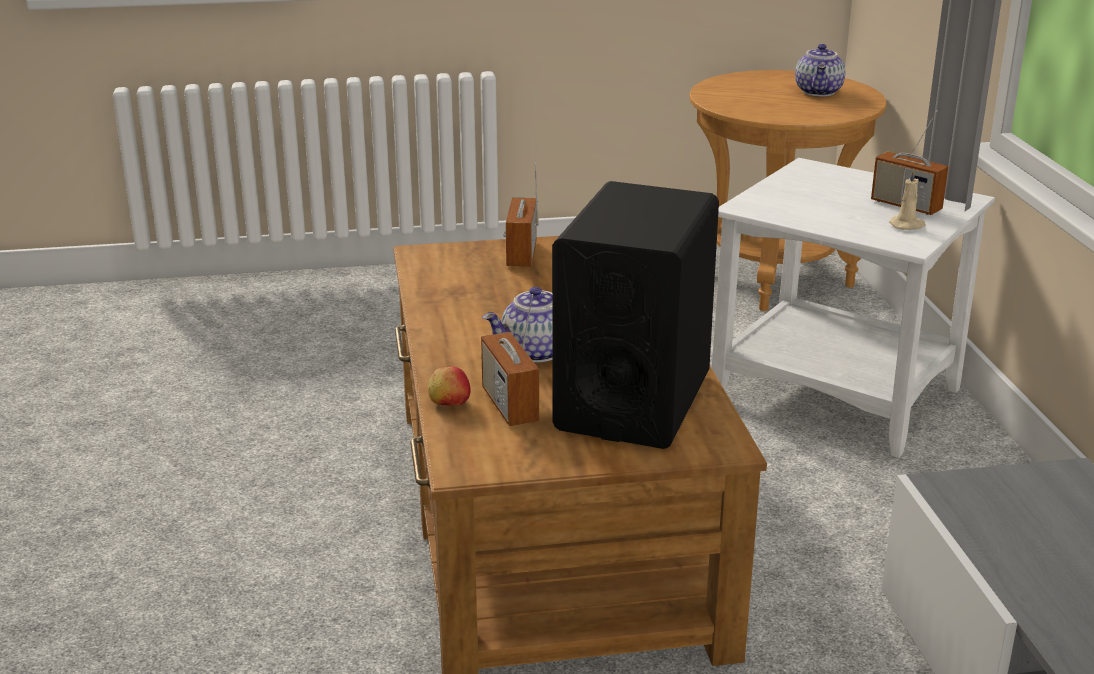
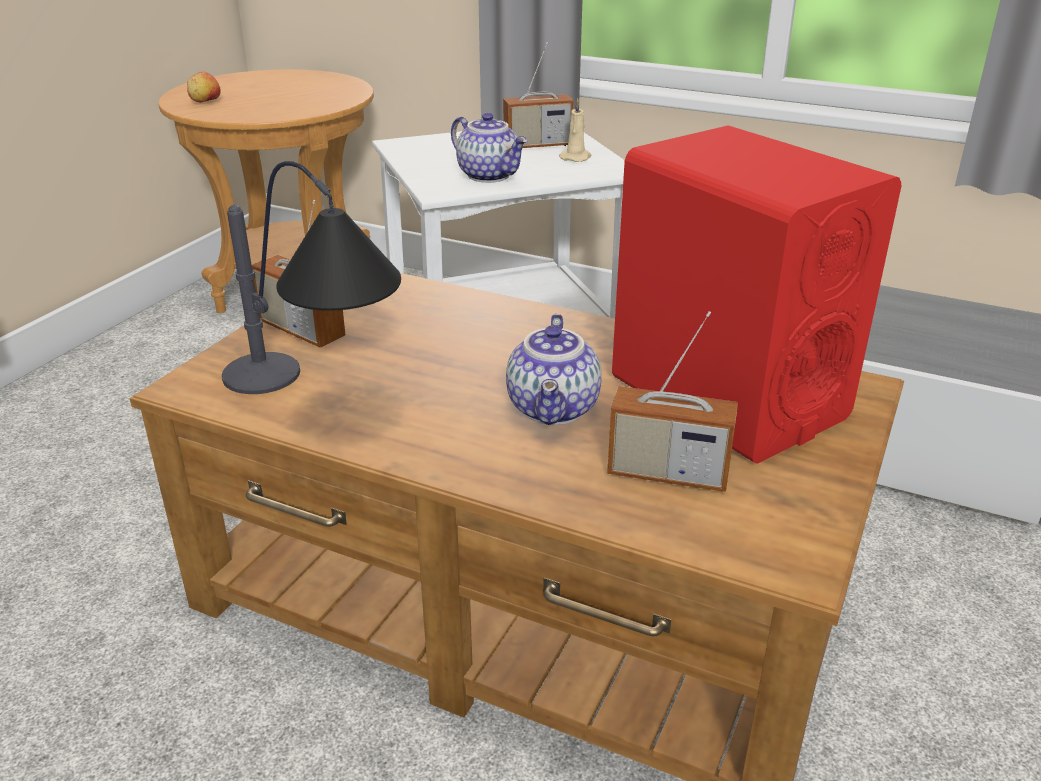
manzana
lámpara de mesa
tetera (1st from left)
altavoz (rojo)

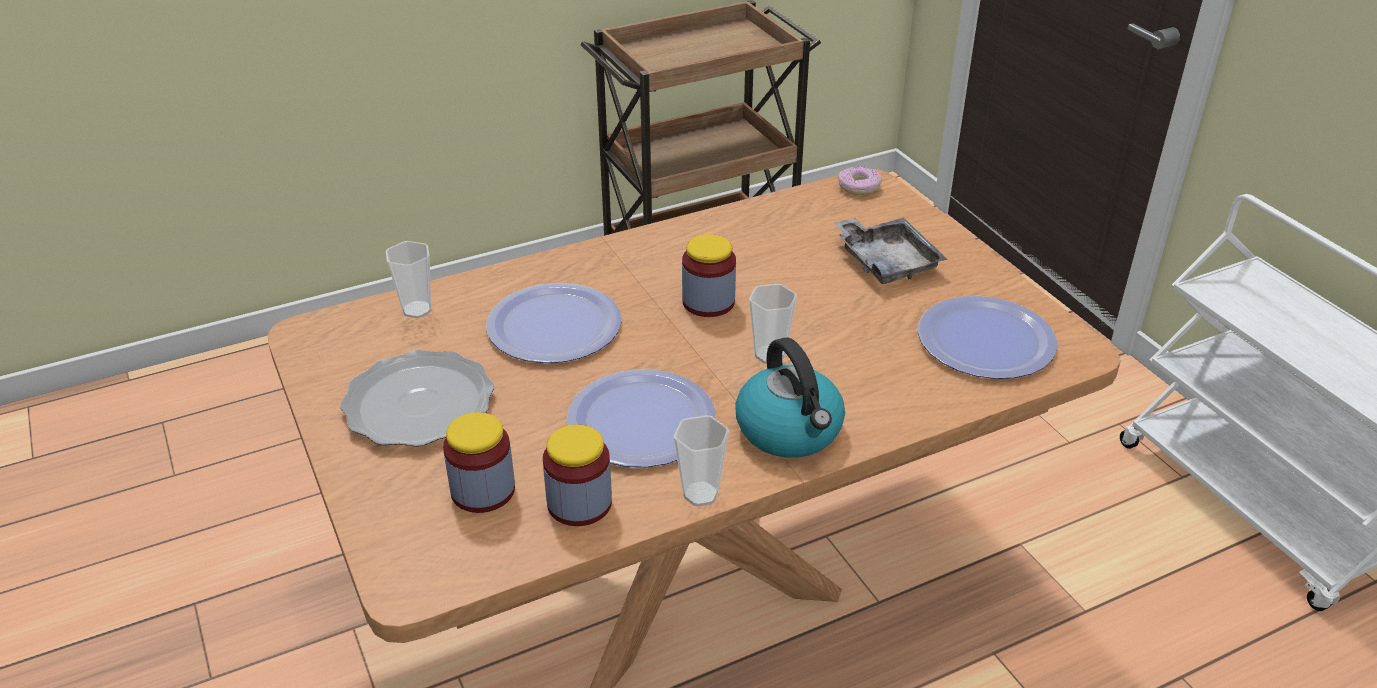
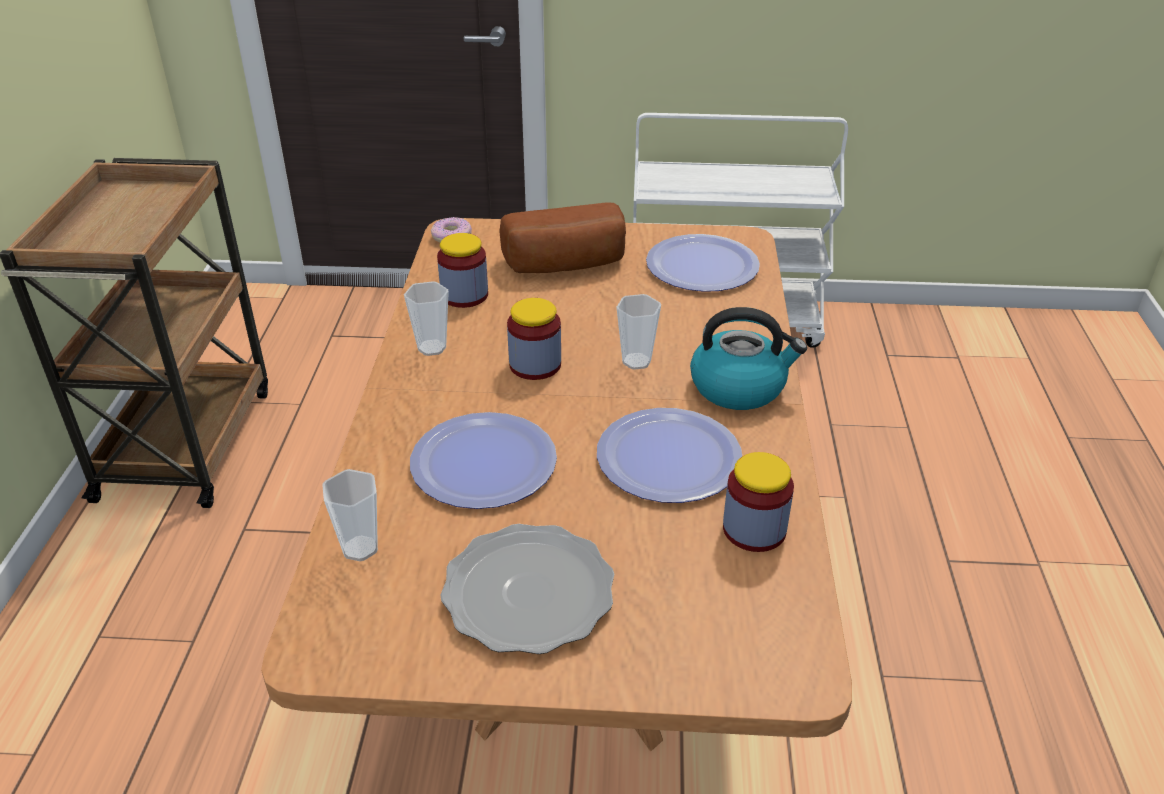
taza (2nd from left)
tarro (1st from left)
pan

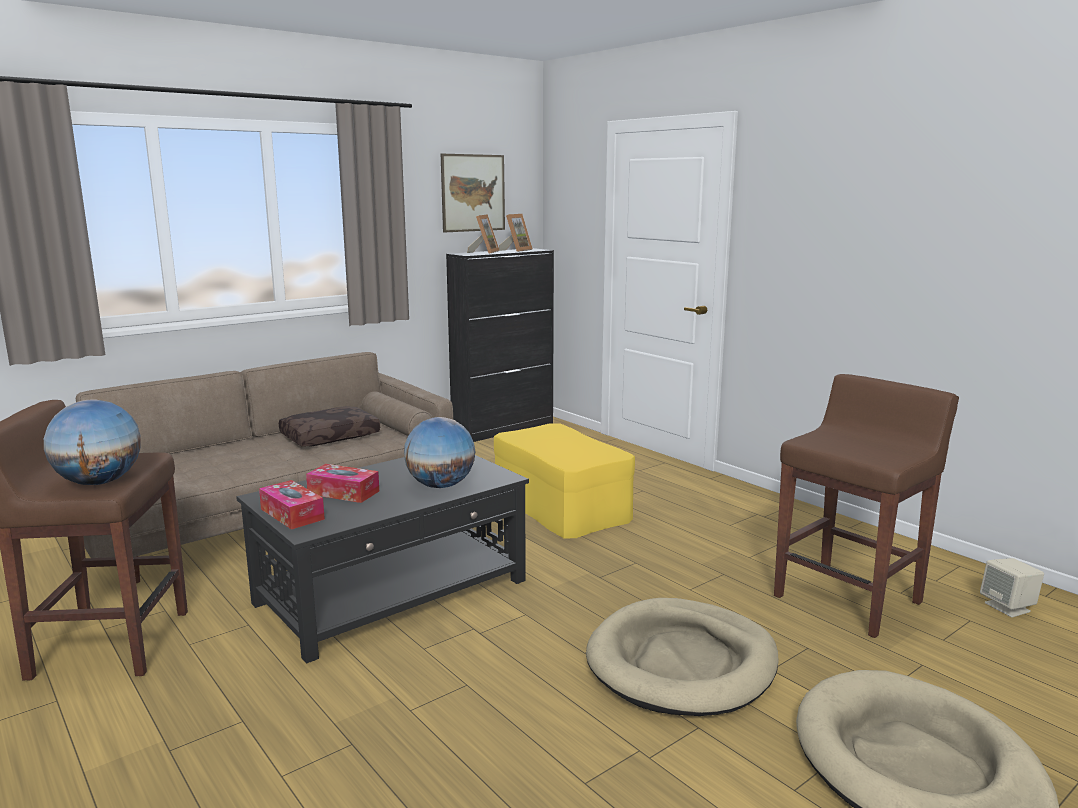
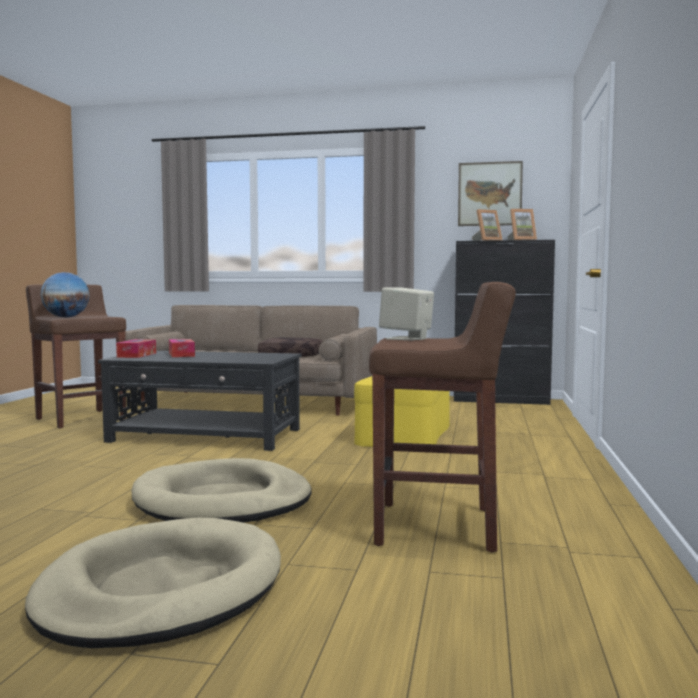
altavoz (beis)
globo terráqueo (2nd from left in the first image)

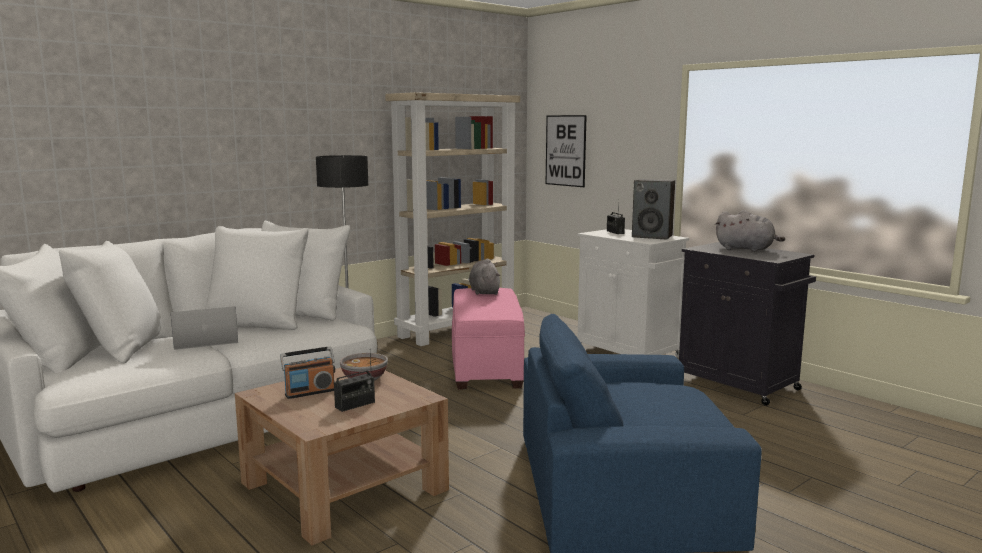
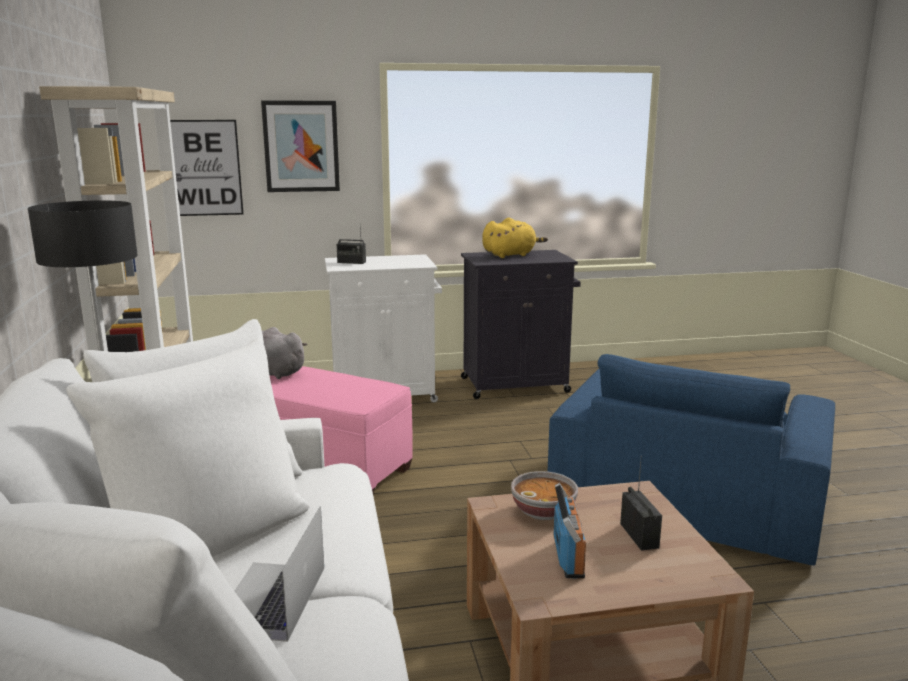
cuadro (2nd from left)
peluche (amarillo)
altavoz

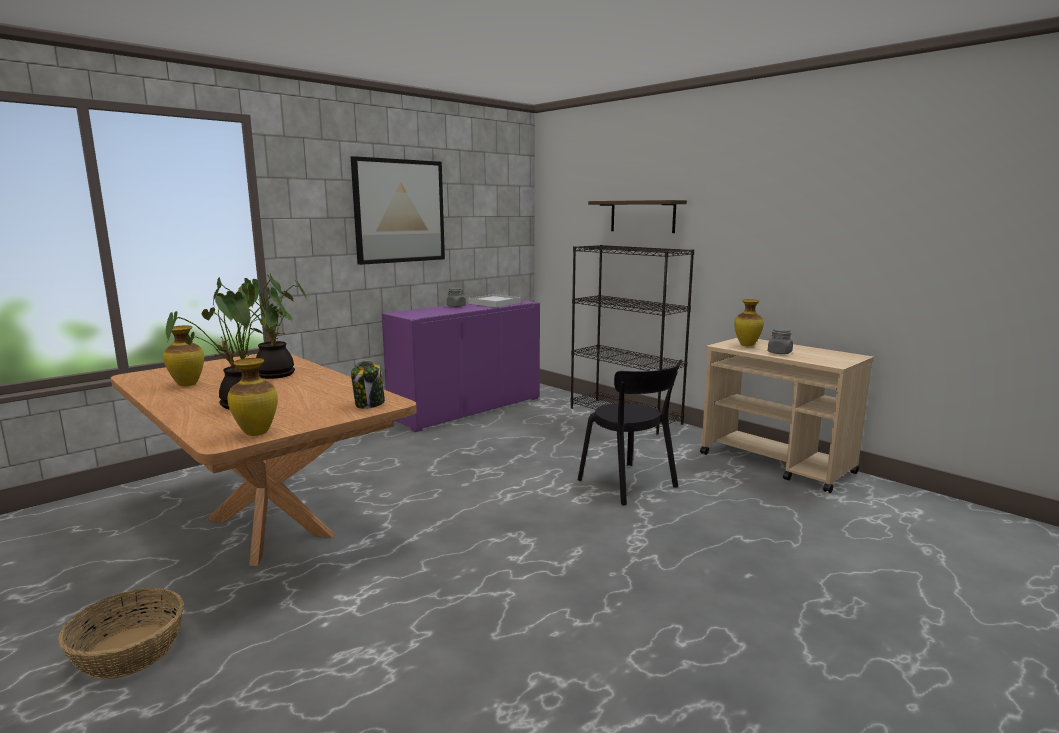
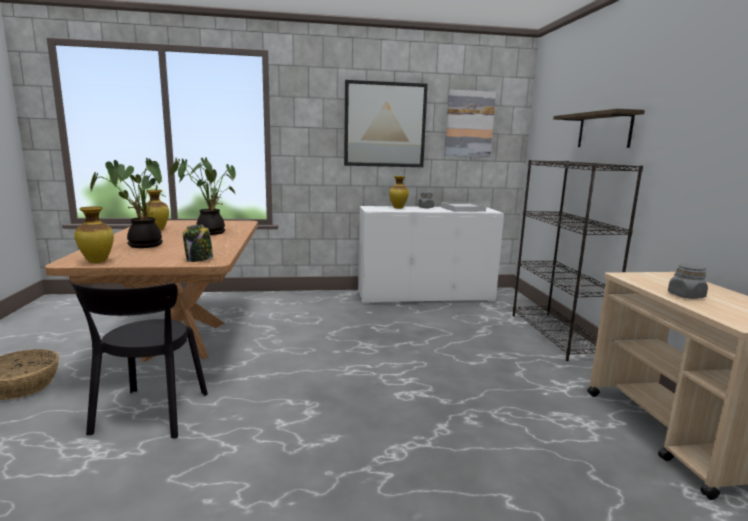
silla (negro)
armario (blanco)
florero (3rd from left)
cuadro (2nd from left)

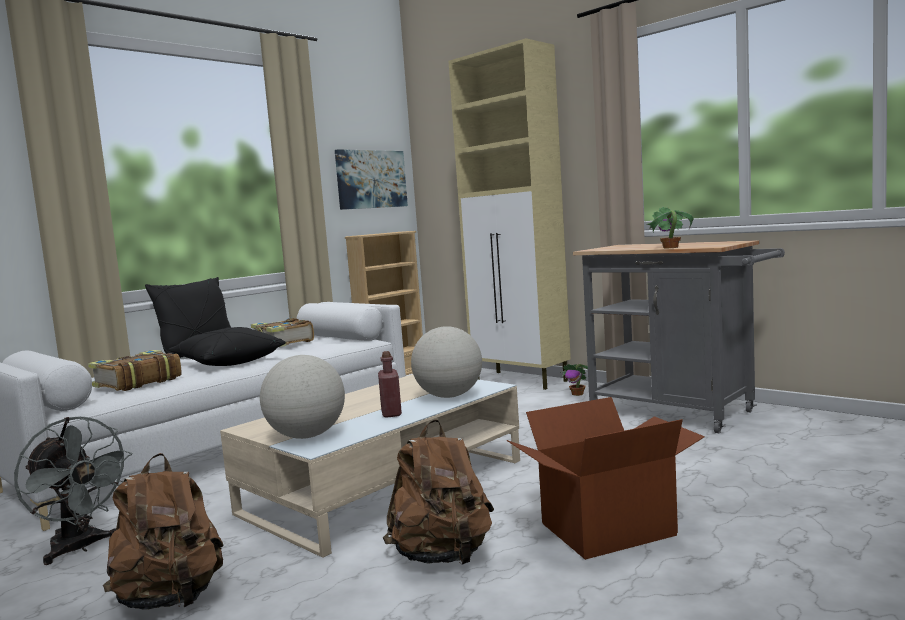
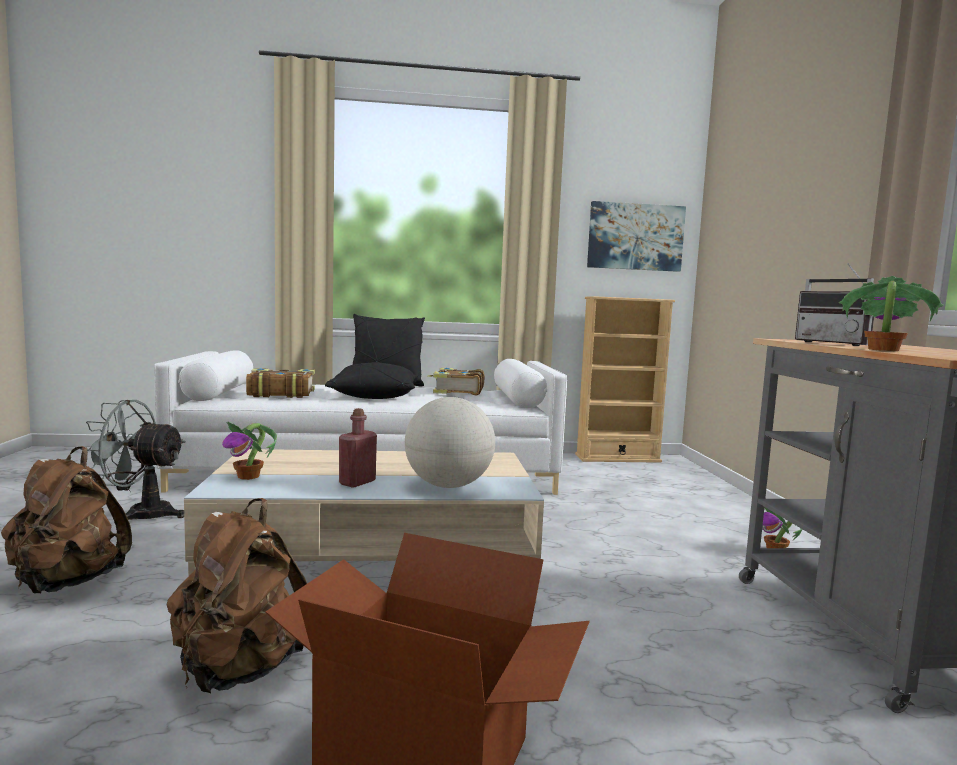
ventilador (gris)
planta en maceta (1st from left)
radio
armario (beis)

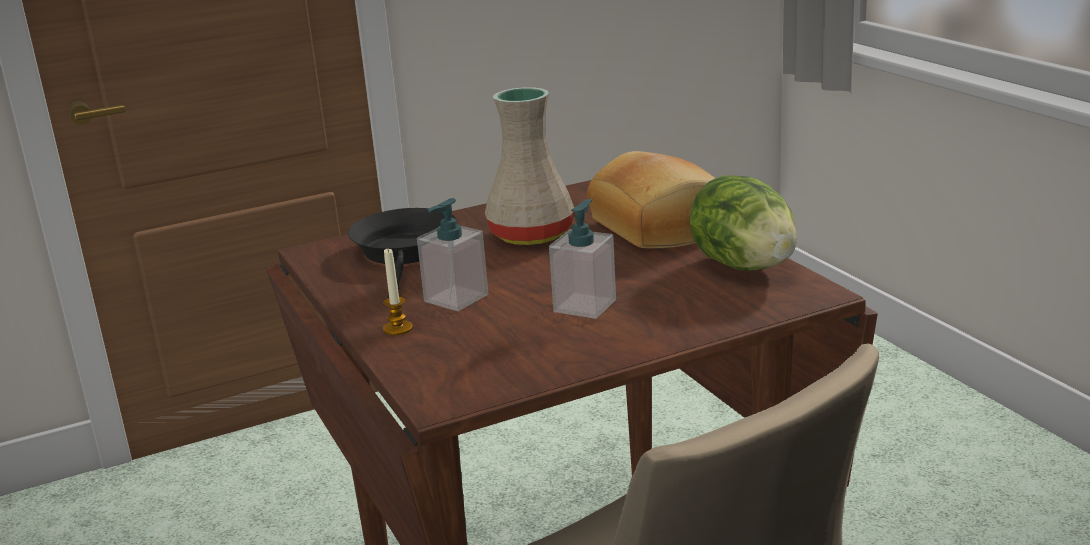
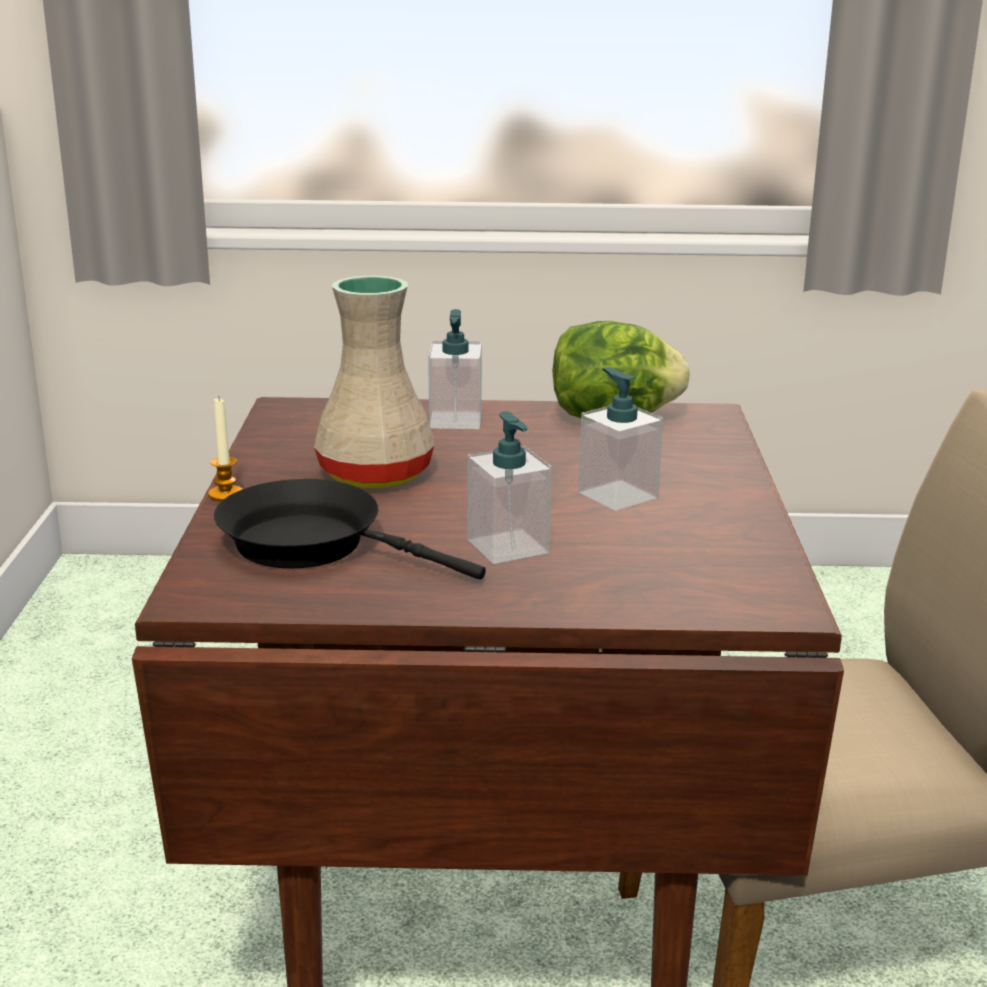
vela
dispensador de jabón (1st from left)

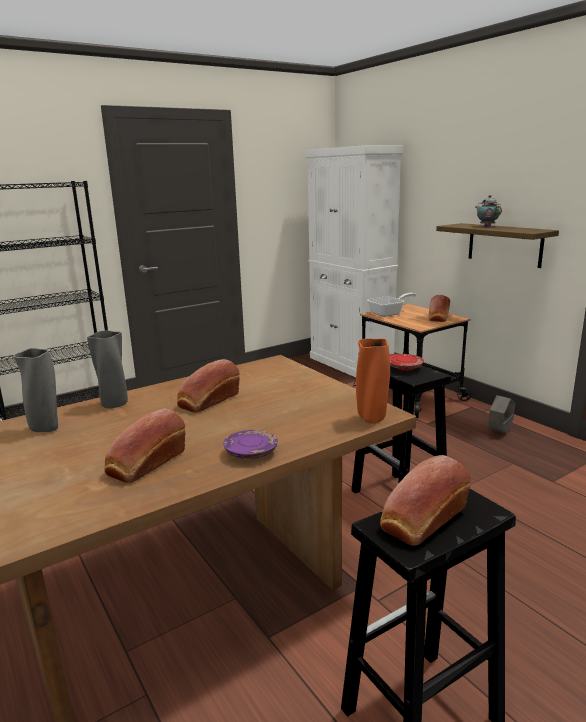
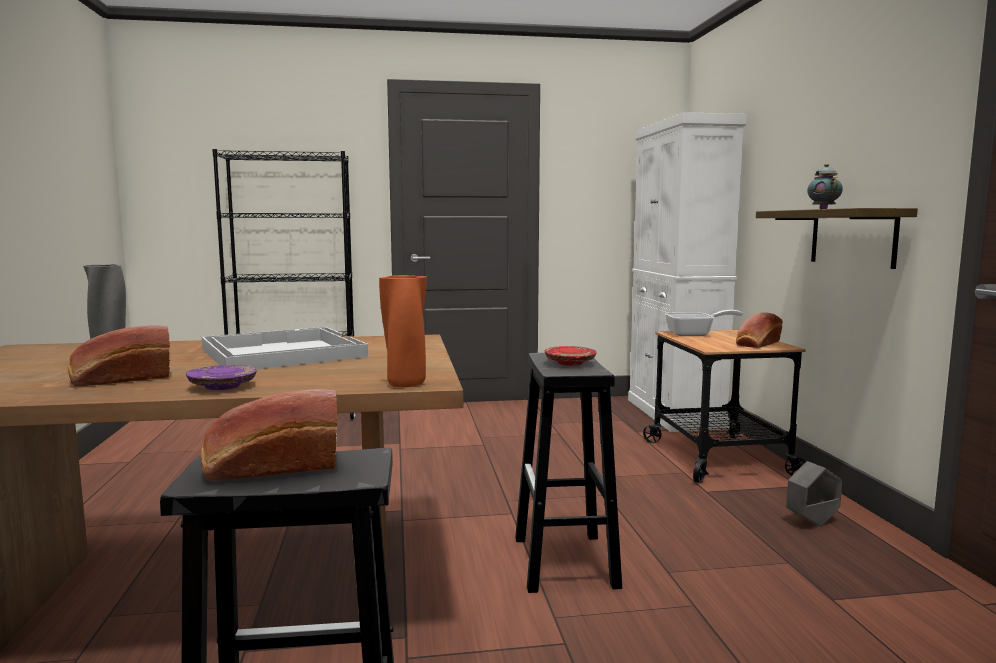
bandeja (blanco)
florero (gris) (2nd from left in the first image)

